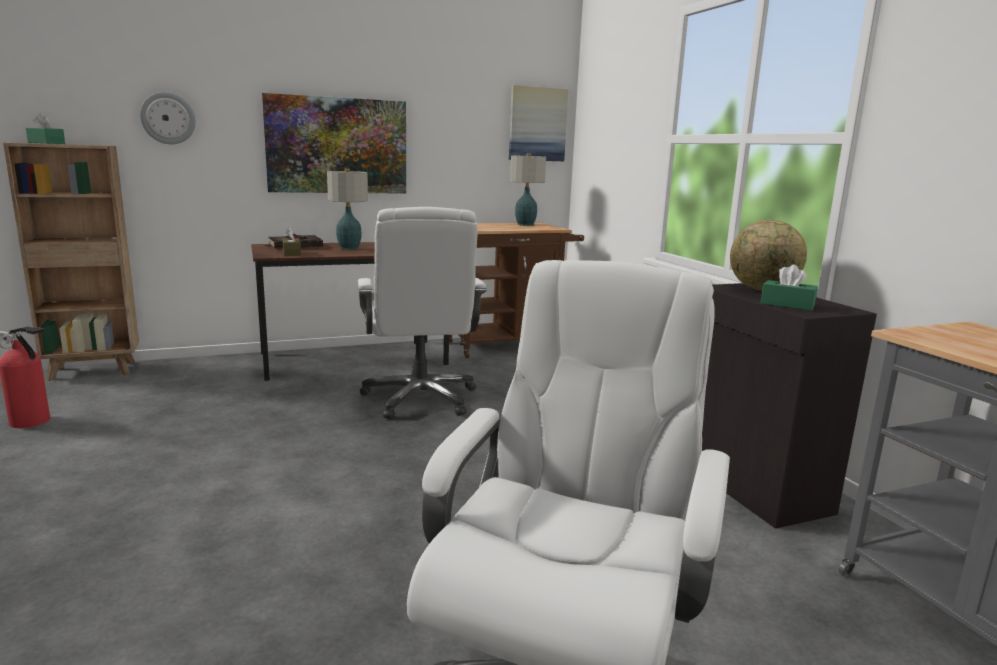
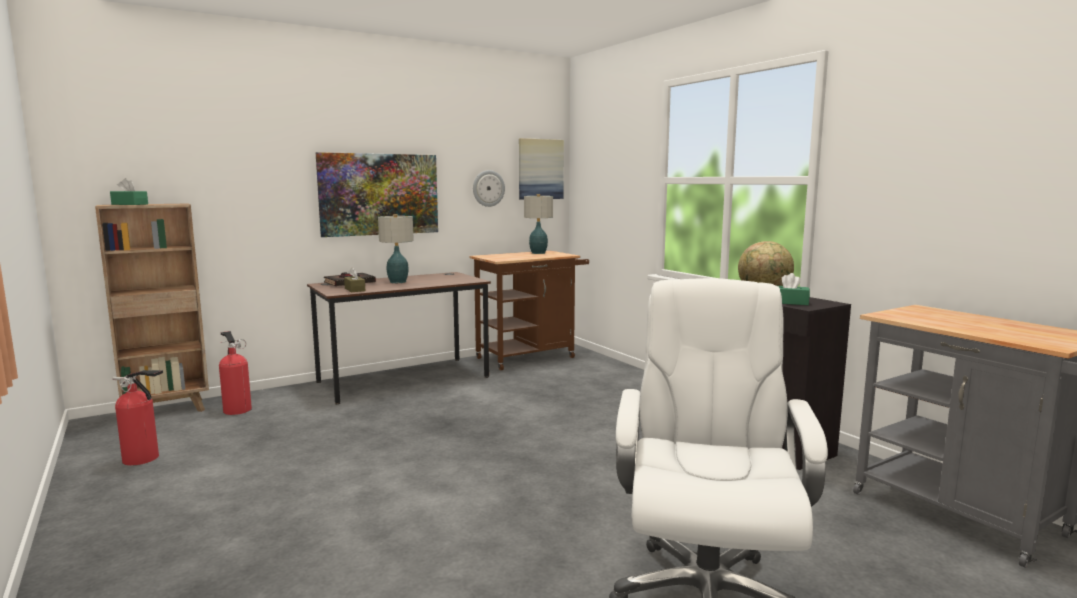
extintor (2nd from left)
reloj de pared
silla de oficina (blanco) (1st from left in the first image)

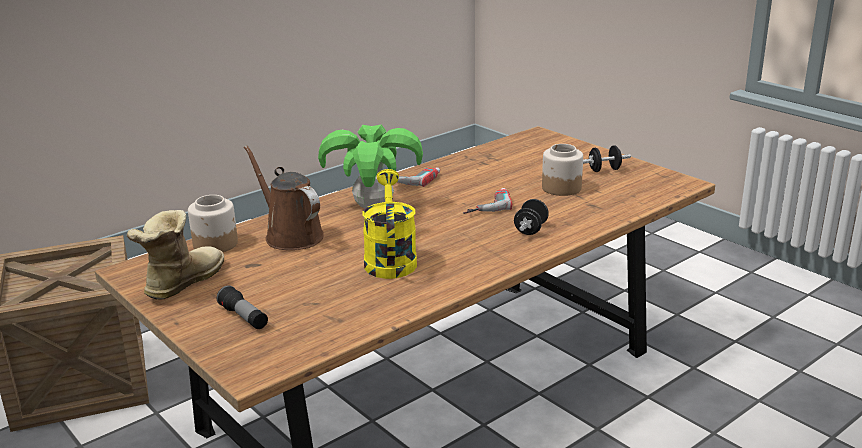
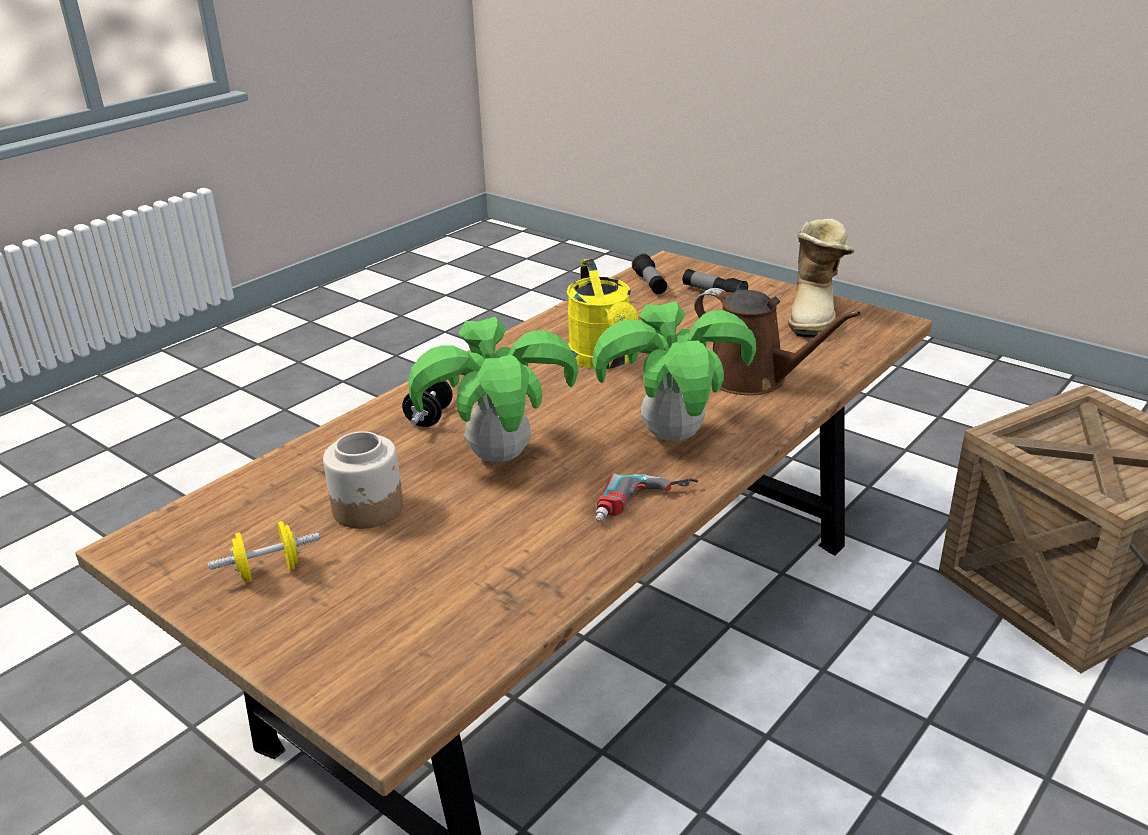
mancuerna (amarillo)
planta en maceta (1st from left)
linterna (1st from left)
tarro (1st from left in the first image)

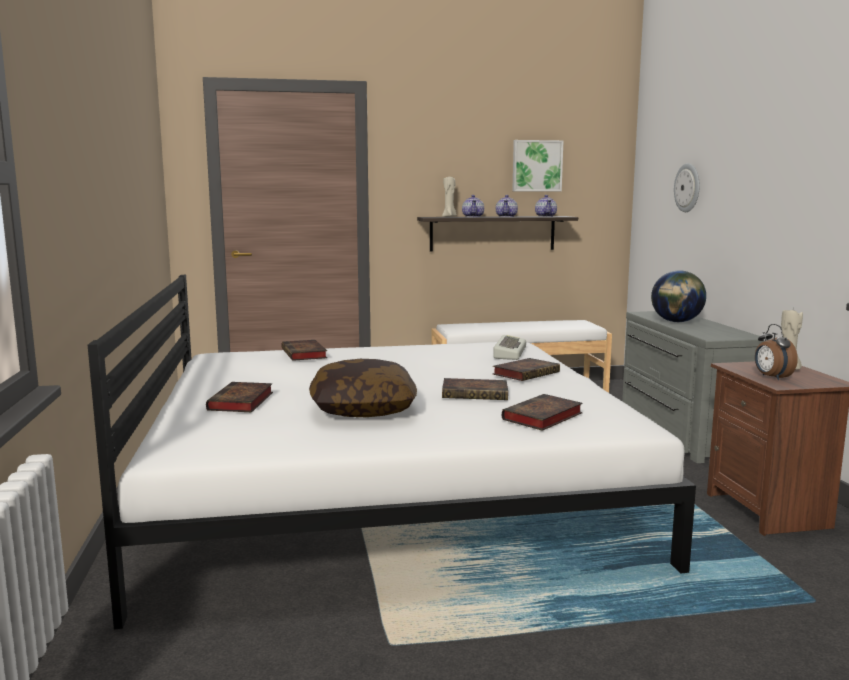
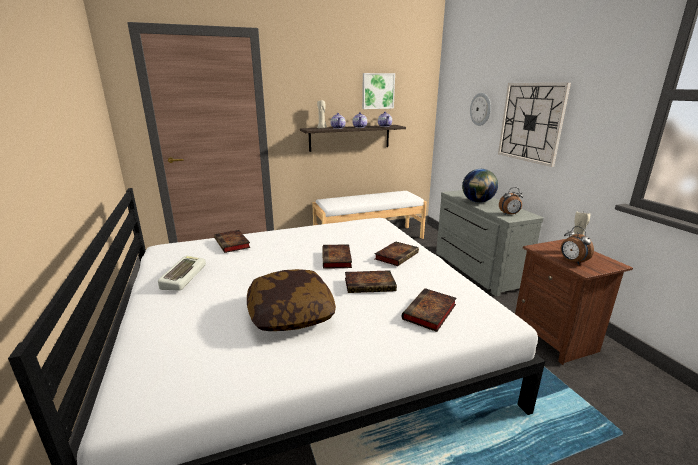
teclado
libro (2nd from left)
reloj de pared (2nd from left)
despertador (1st from left)

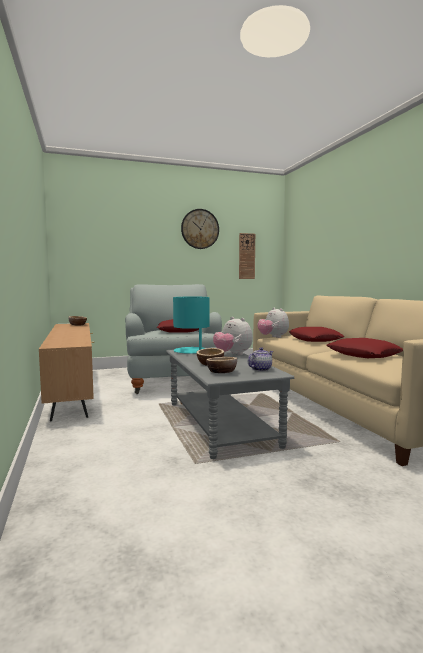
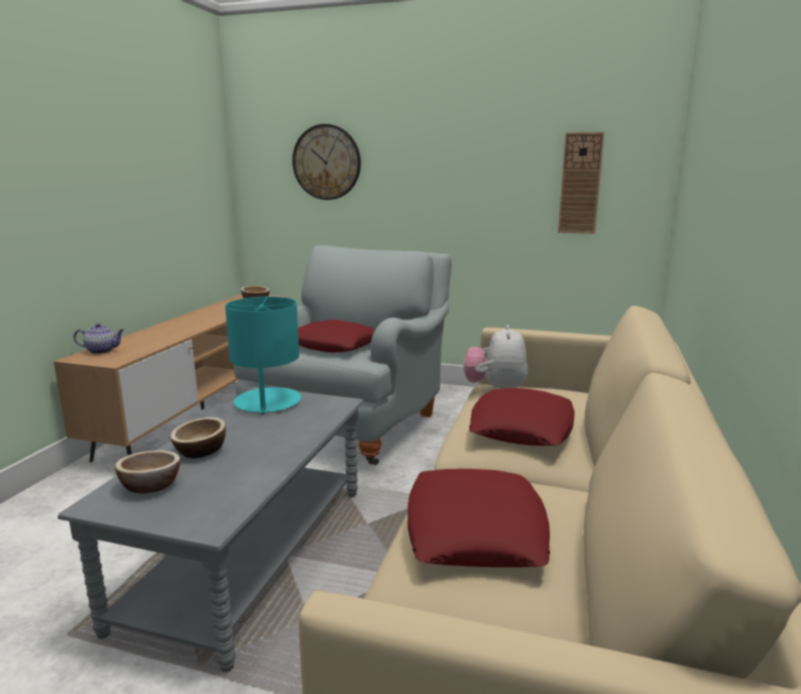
tetera
reloj de pared (1st from left)
peluche (1st from left in the first image)

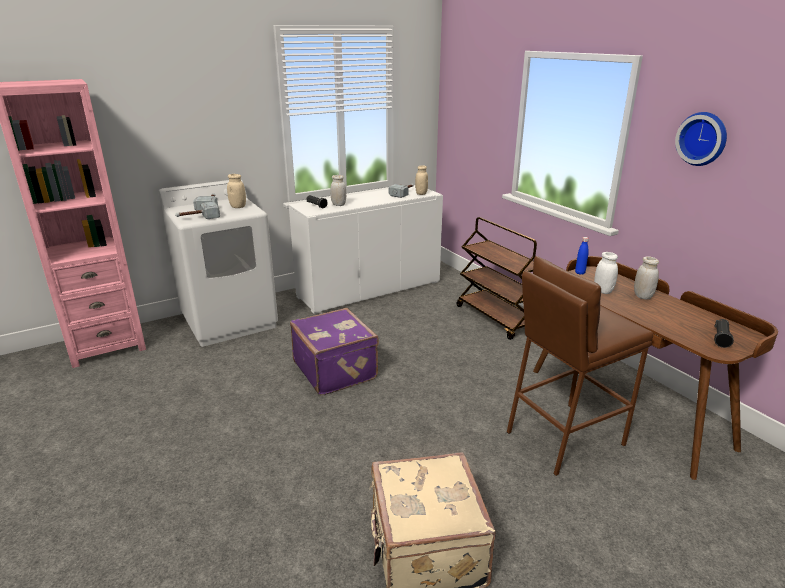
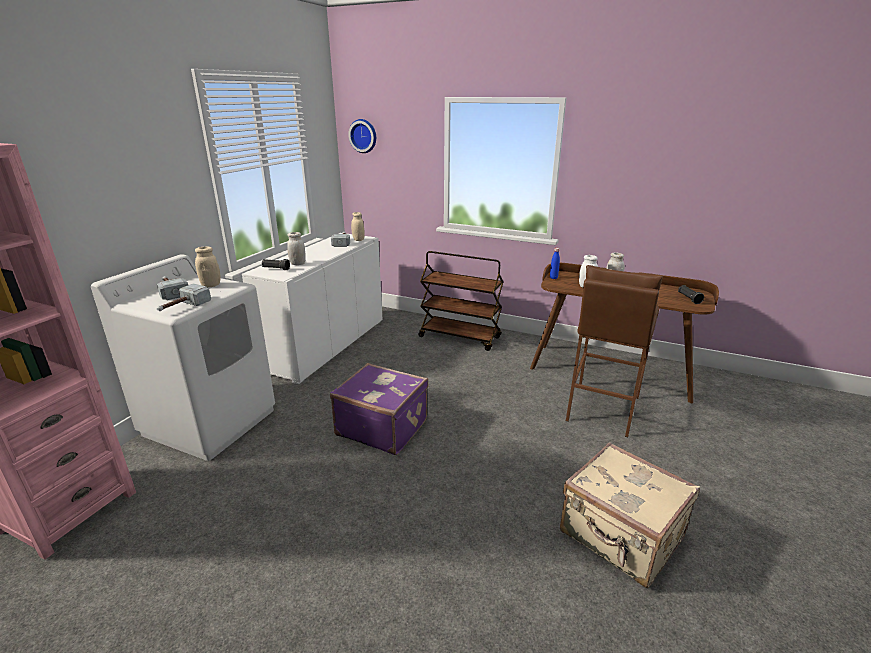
reloj de pared

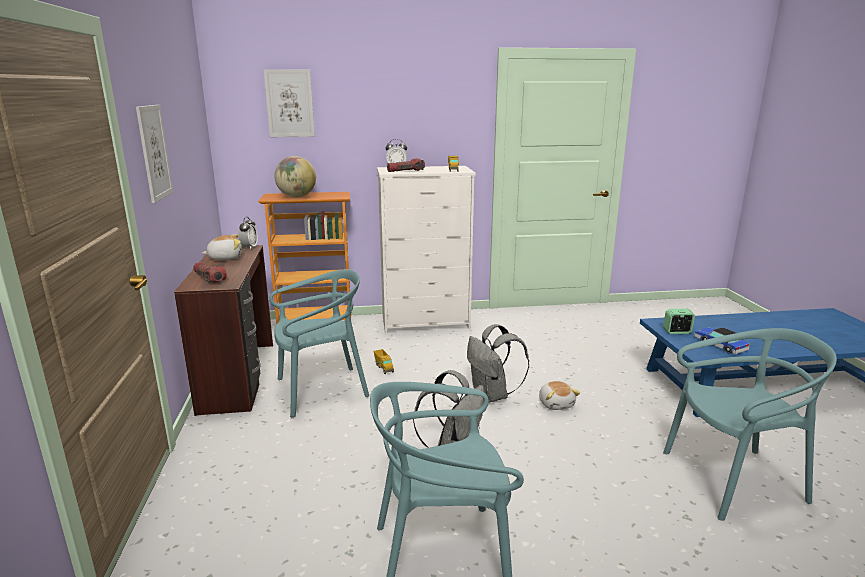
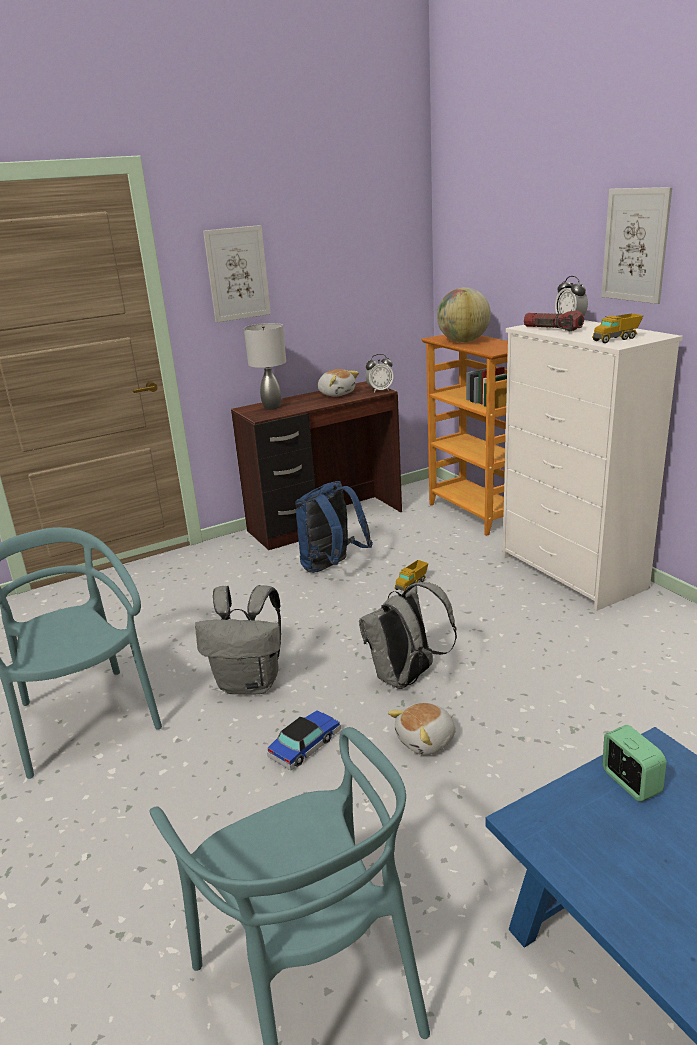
lámpara de mesa (gris)
coche de juguete
mochila (azul)
cuadro (2nd from left)

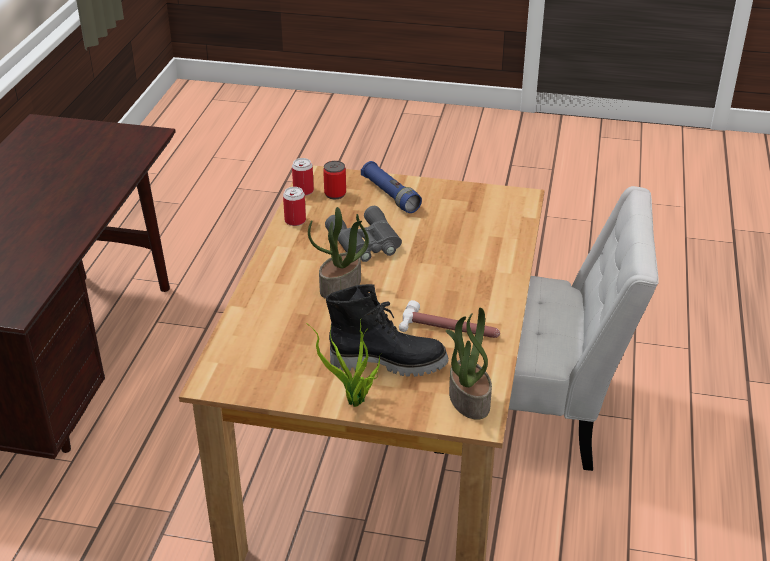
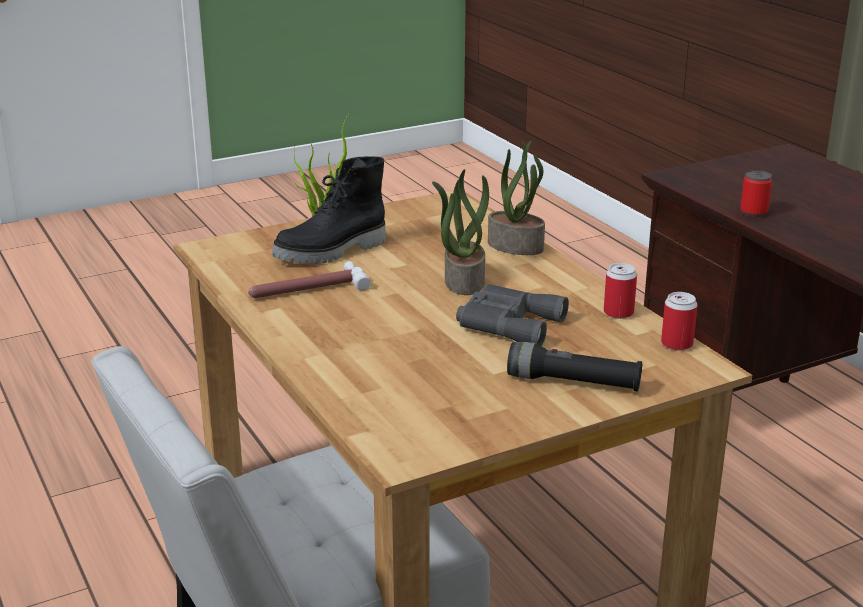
planta en maceta (3rd from left)
linterna (negro)
lata (3rd from left)

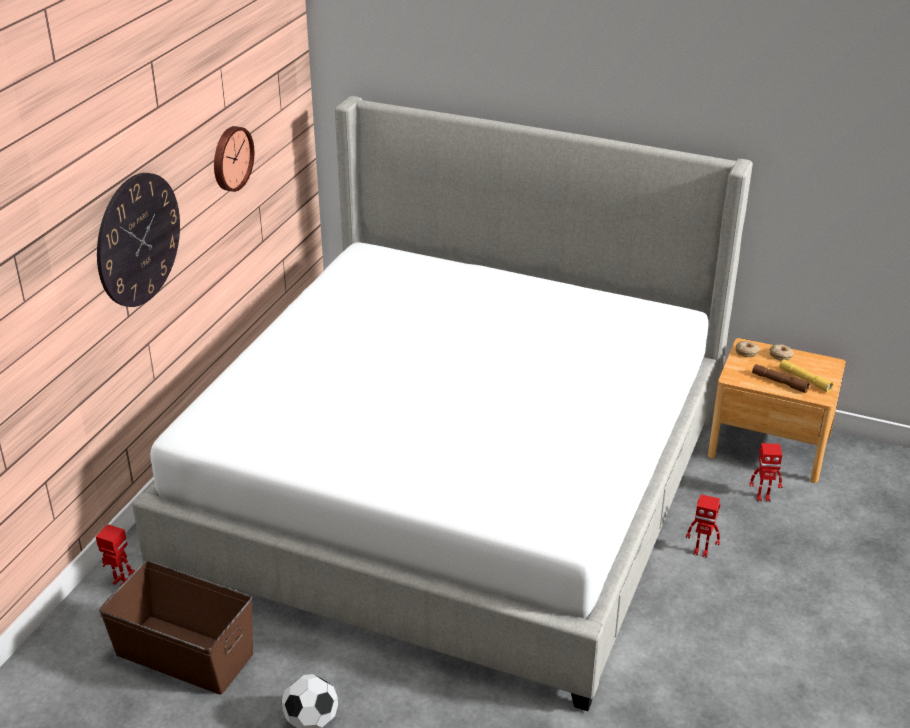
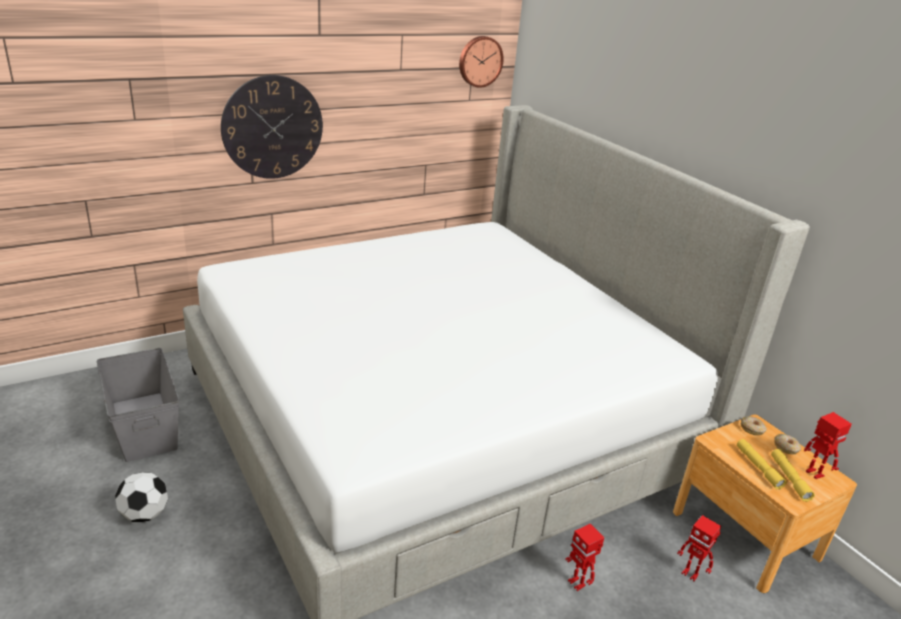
caja de almacenaje (gris)
reloj de pared (2nd from left)
linterna (amarillo) (1st from left)
robot de juguete (3rd from left)

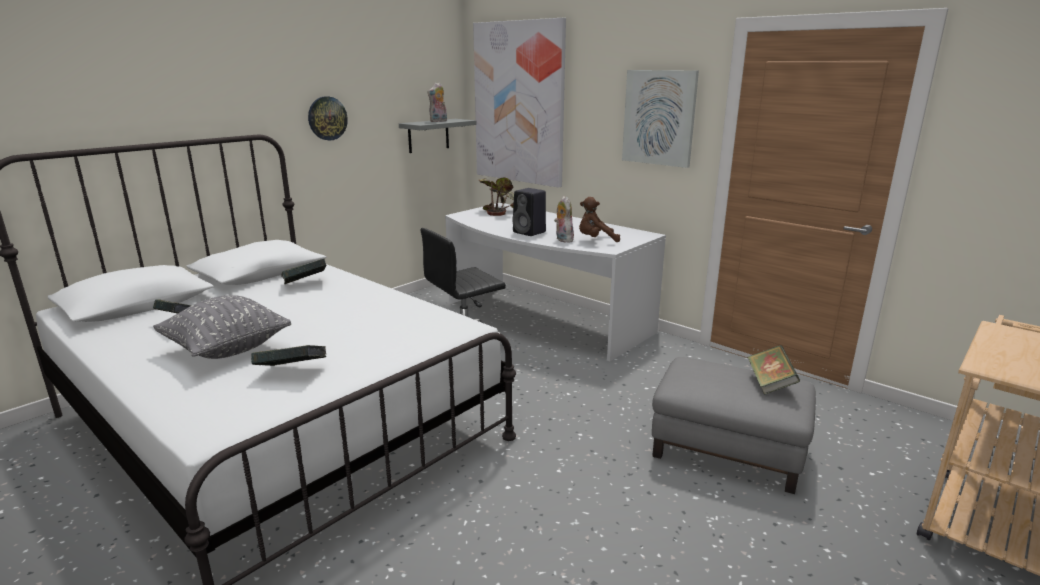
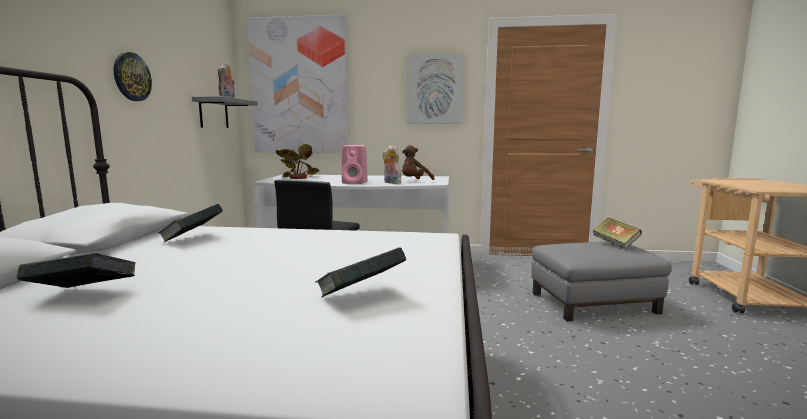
altavoz (rosa)
cojín (gris)

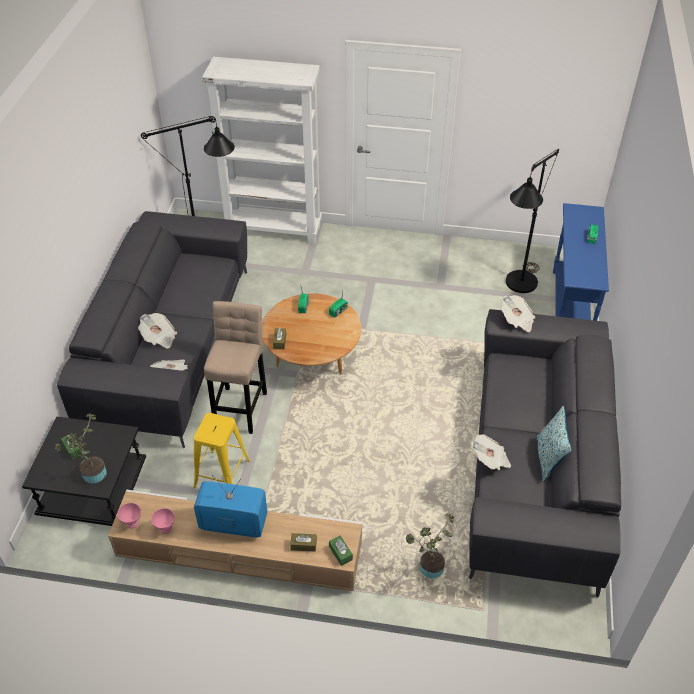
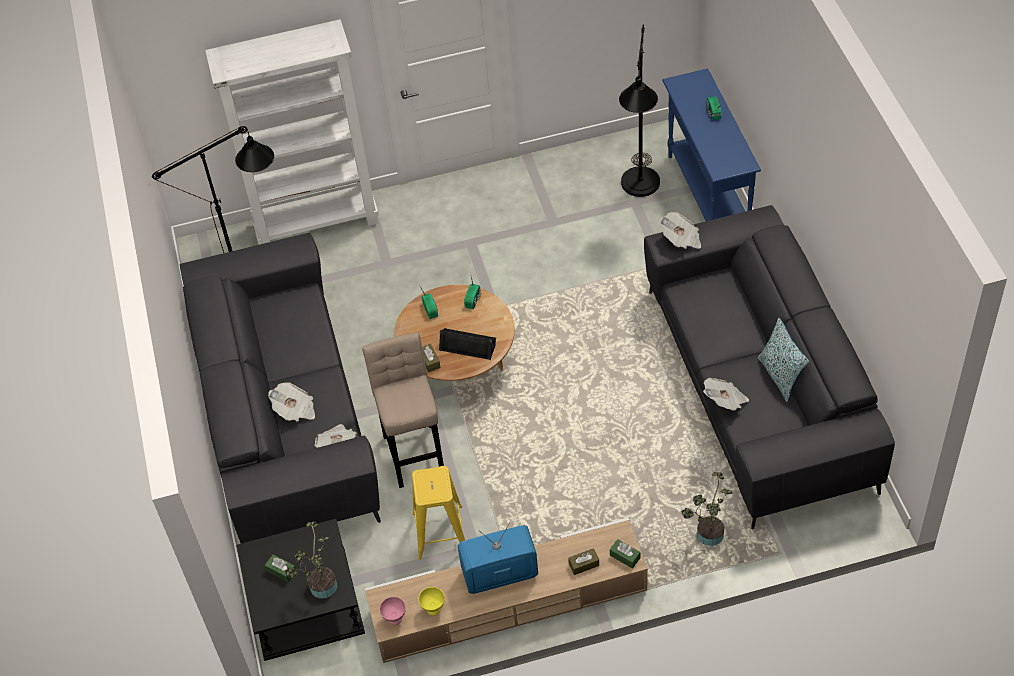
cuenco (amarillo)
altavoz (negro)

